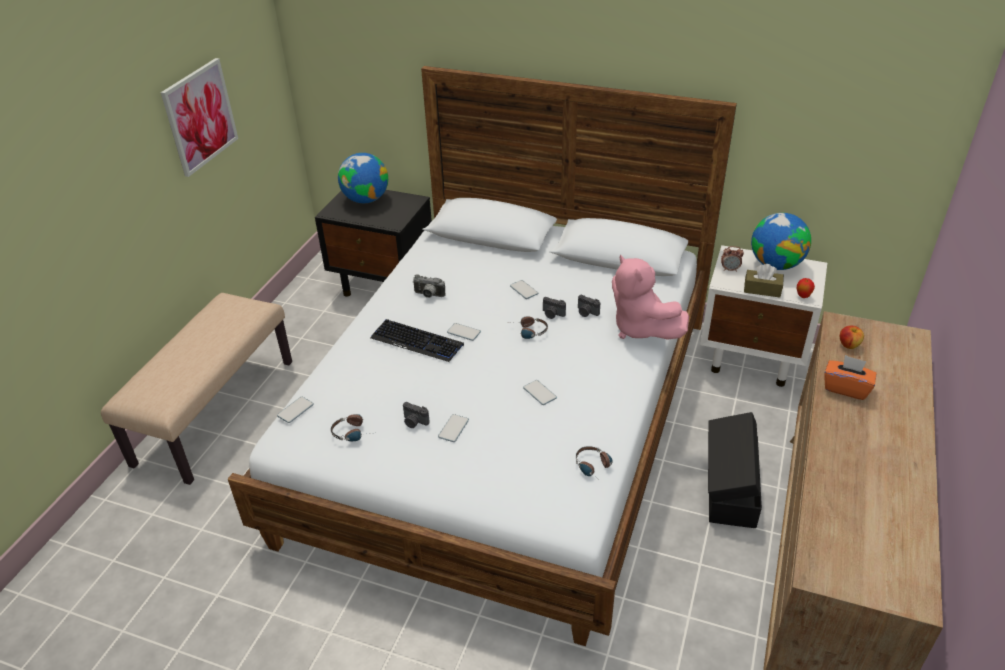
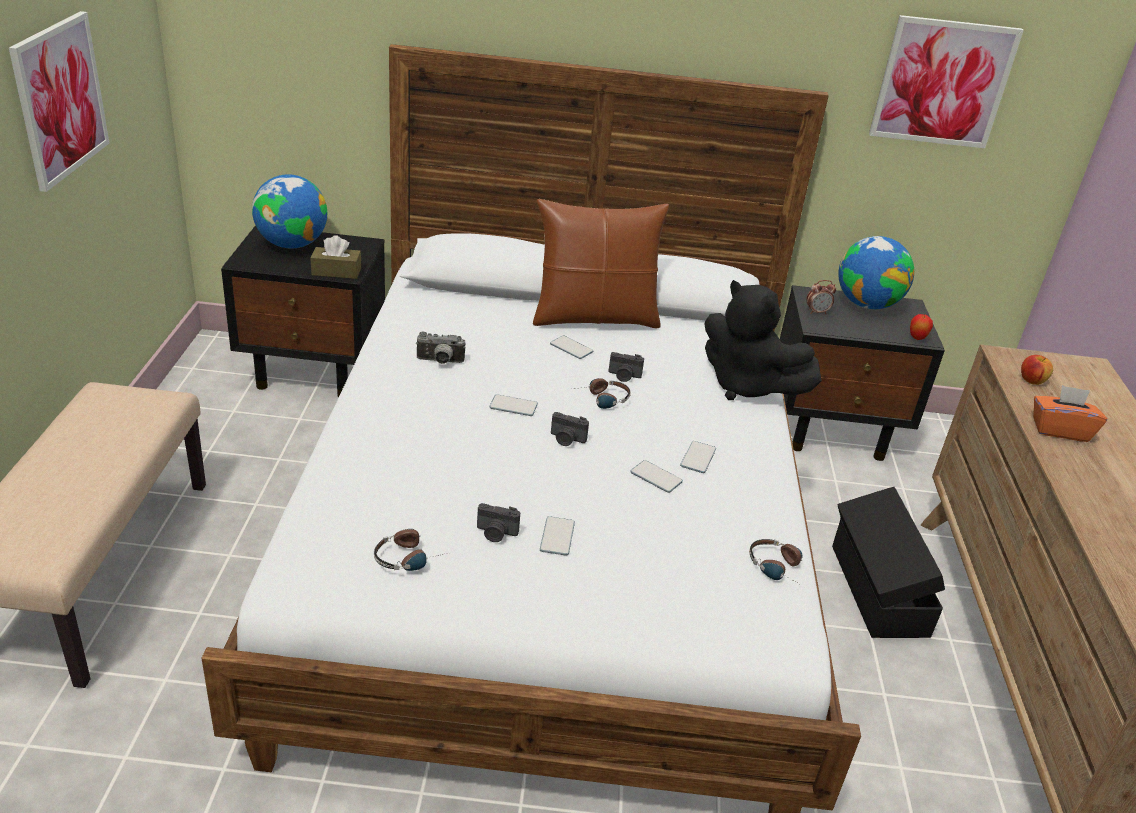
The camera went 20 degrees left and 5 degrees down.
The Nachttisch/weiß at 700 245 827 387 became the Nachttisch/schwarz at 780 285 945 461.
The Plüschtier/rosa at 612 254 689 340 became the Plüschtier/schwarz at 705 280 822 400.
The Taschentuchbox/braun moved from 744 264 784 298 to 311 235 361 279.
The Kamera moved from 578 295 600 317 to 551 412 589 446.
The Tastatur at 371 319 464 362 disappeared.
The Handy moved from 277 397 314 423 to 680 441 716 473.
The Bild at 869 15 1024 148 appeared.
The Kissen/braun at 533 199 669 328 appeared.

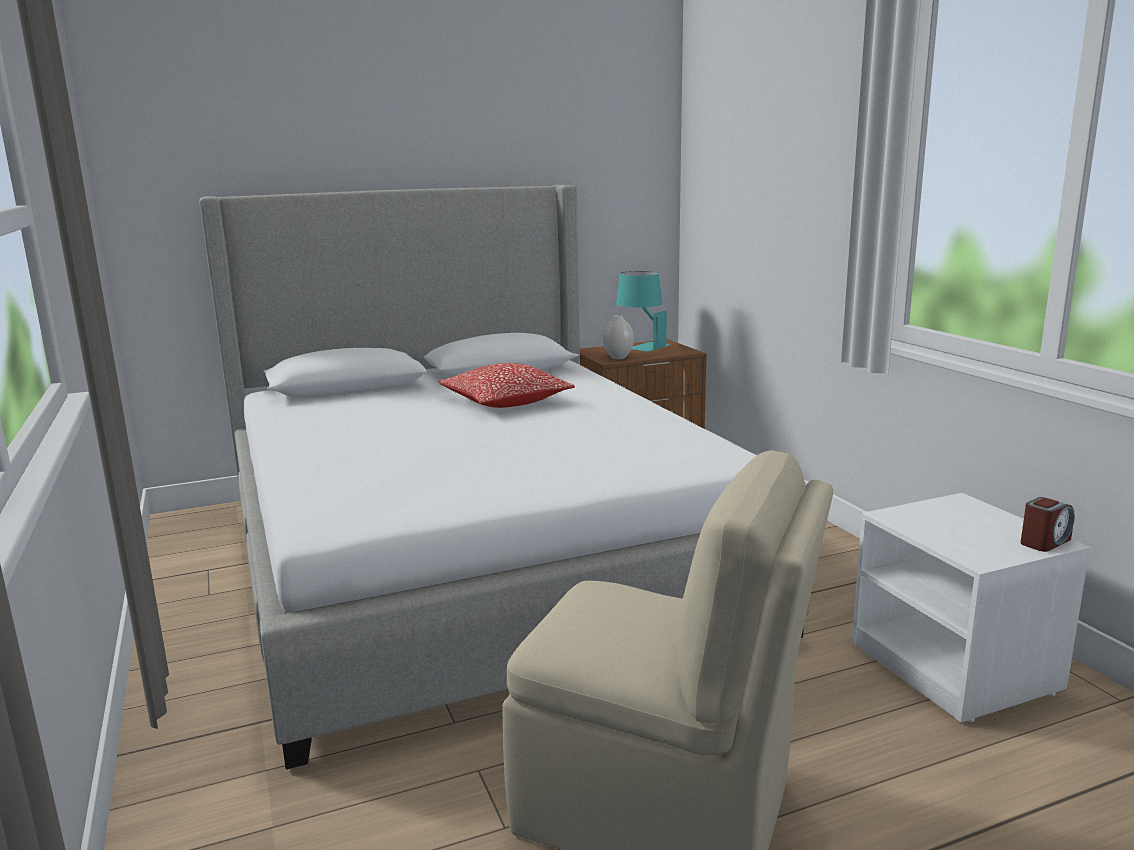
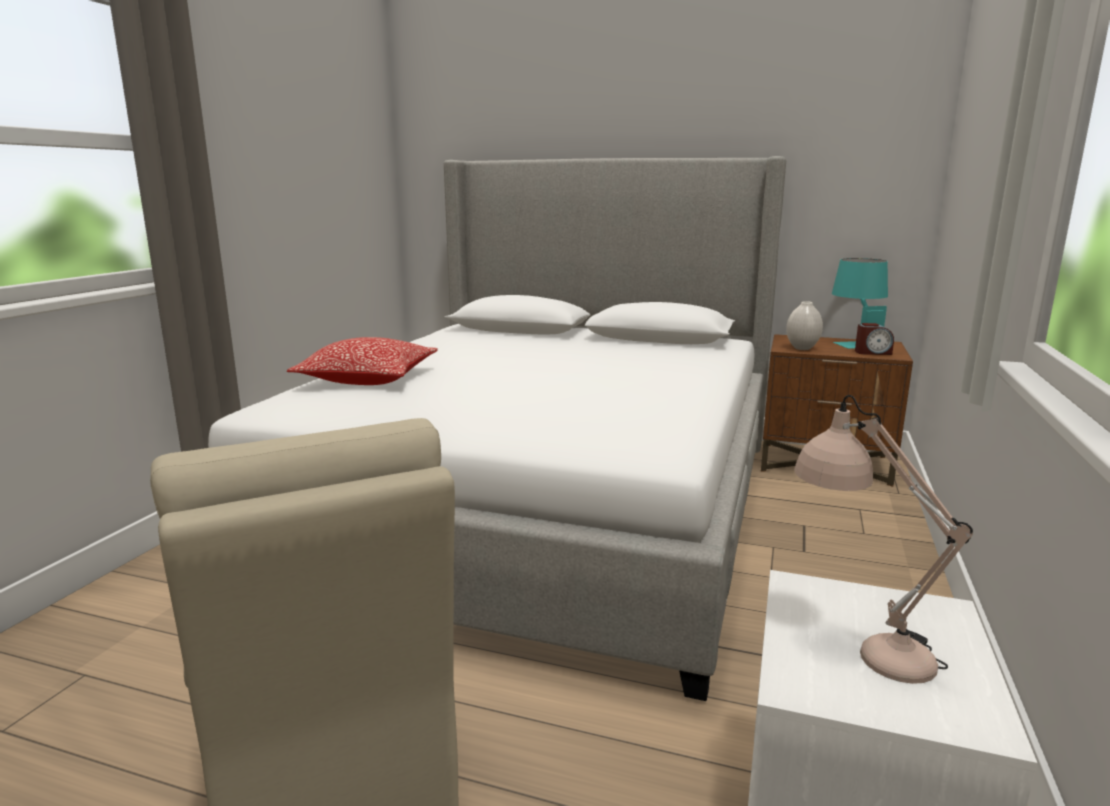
The camera went 40 degrees right and 0 degrees up.
The Kissen moved from 438 363 575 408 to 287 337 438 385.
The Wecker moved from 1021 497 1075 552 to 855 323 894 355.
The Tischlampe/beige at 794 395 973 684 appeared.

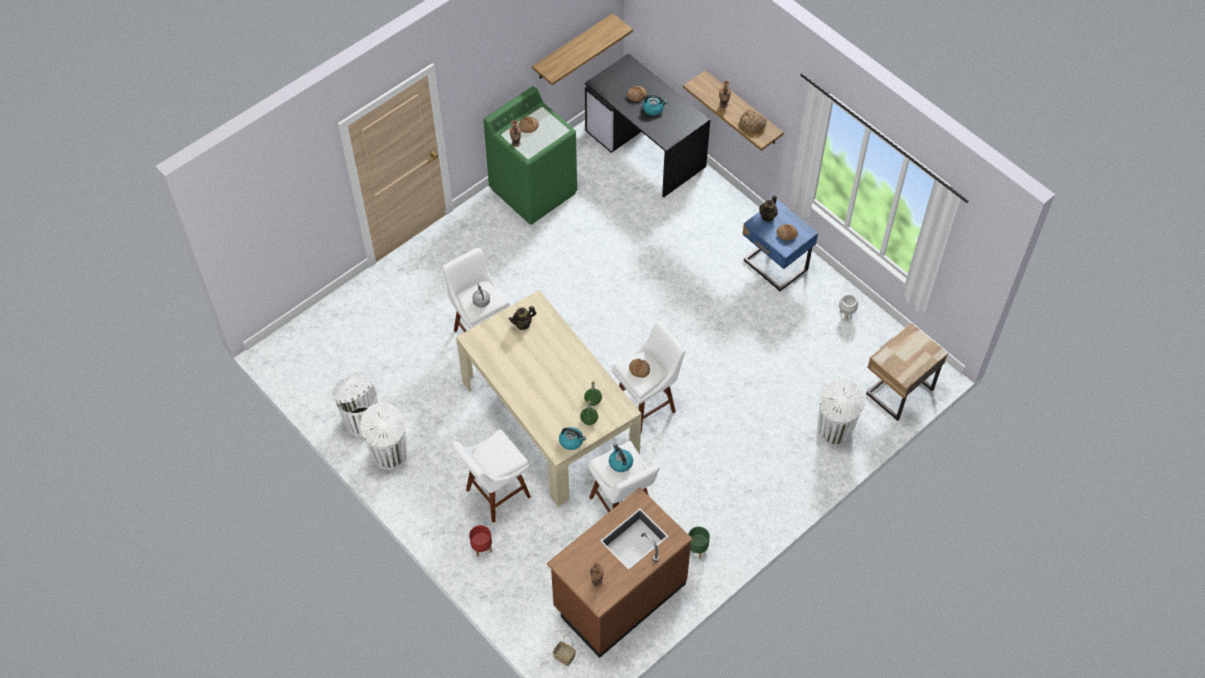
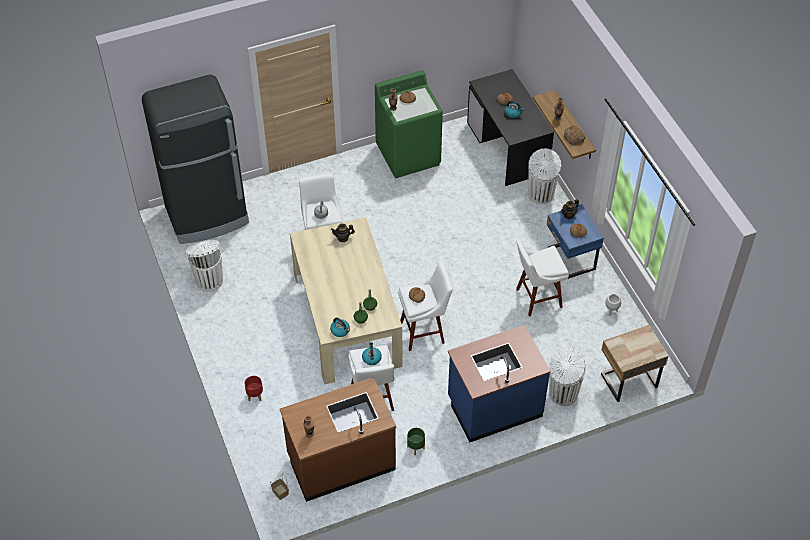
The camera went 20 degrees right and 5 degrees down.
The Wandregal at 532 13 633 85 disappeared.
The Mülleimer/weiß moved from 360 403 407 470 to 528 148 561 204.
The Hocker/weiß moved from 452 429 531 523 to 516 239 569 316.
The Kühlschrank/schwarz at 142 75 249 244 appeared.
The Küchenzeile/blau at 448 325 551 443 appeared.

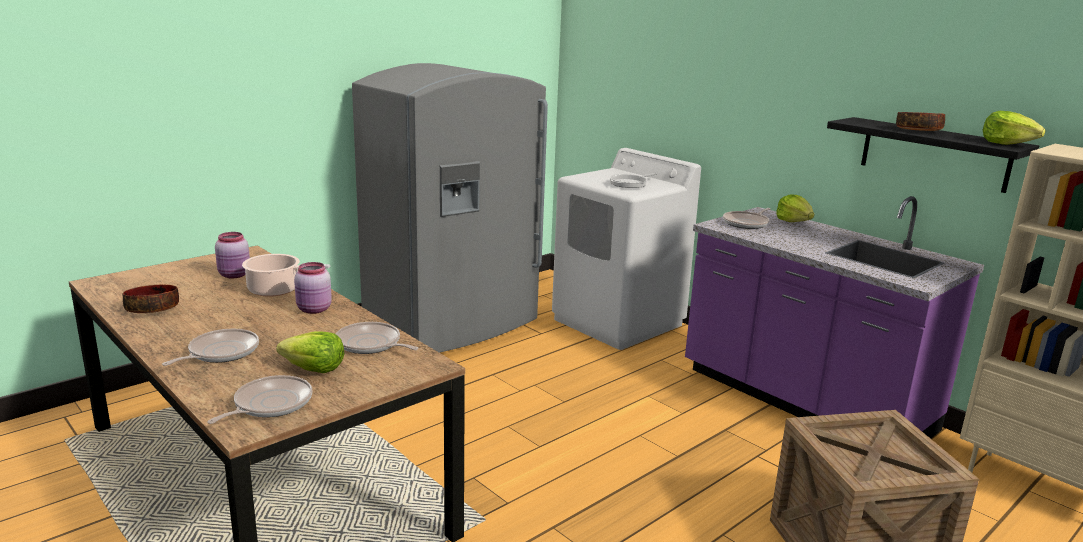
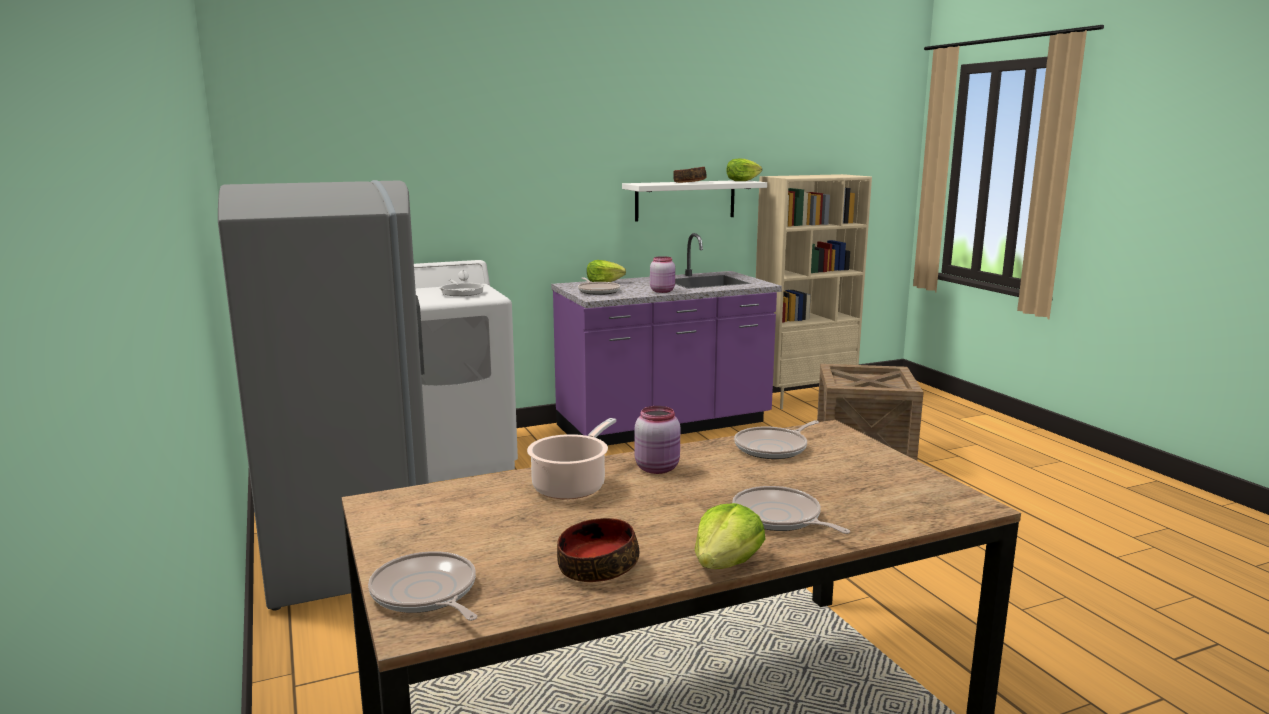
The camera went 70 degrees left and 5 degrees down.
The Wandregal/schwarz at 827 117 1039 193 became the Wandregal/weiß at 622 180 767 222.
The Vorratsglas/rosa moved from 215 232 250 278 to 650 256 675 293.
The Salatkopf moved from 276 331 345 373 to 695 503 766 569.
The Pfanne moved from 207 375 312 424 to 368 551 477 621.

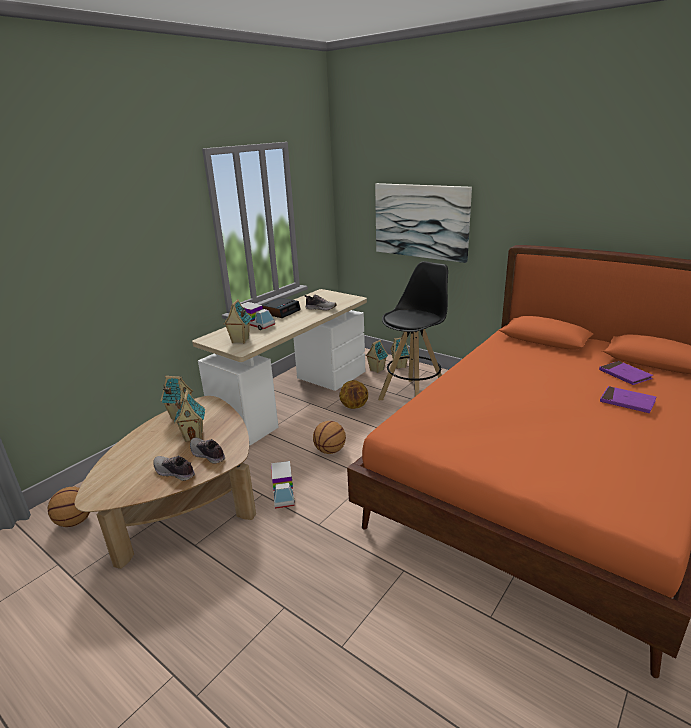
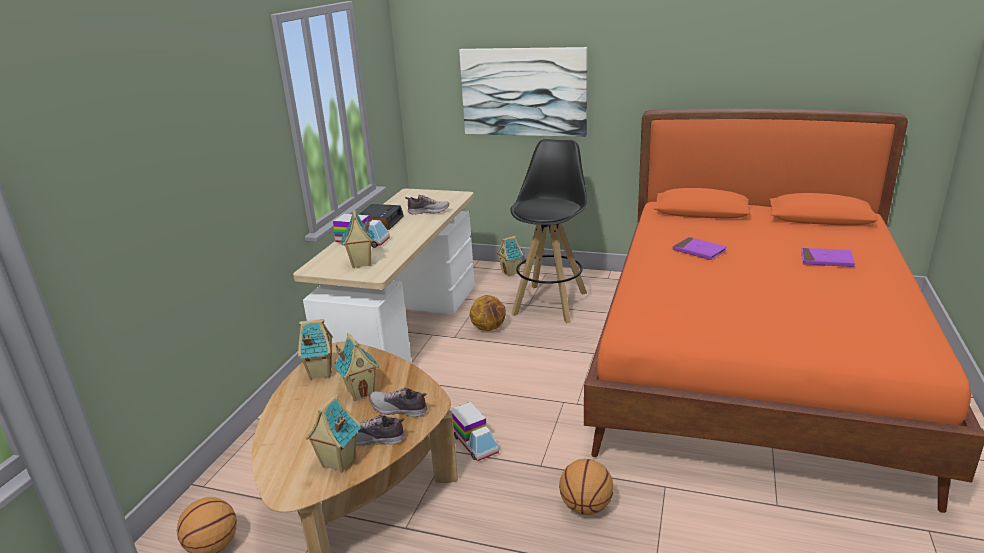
The camera went 20 degrees left and 0 degrees up.
The Spielzeughaus moved from 365 340 388 373 to 305 394 361 473.
The Buch/lila moved from 599 361 653 385 to 673 237 727 260.
The Basketball moved from 313 421 346 454 to 559 459 614 515.

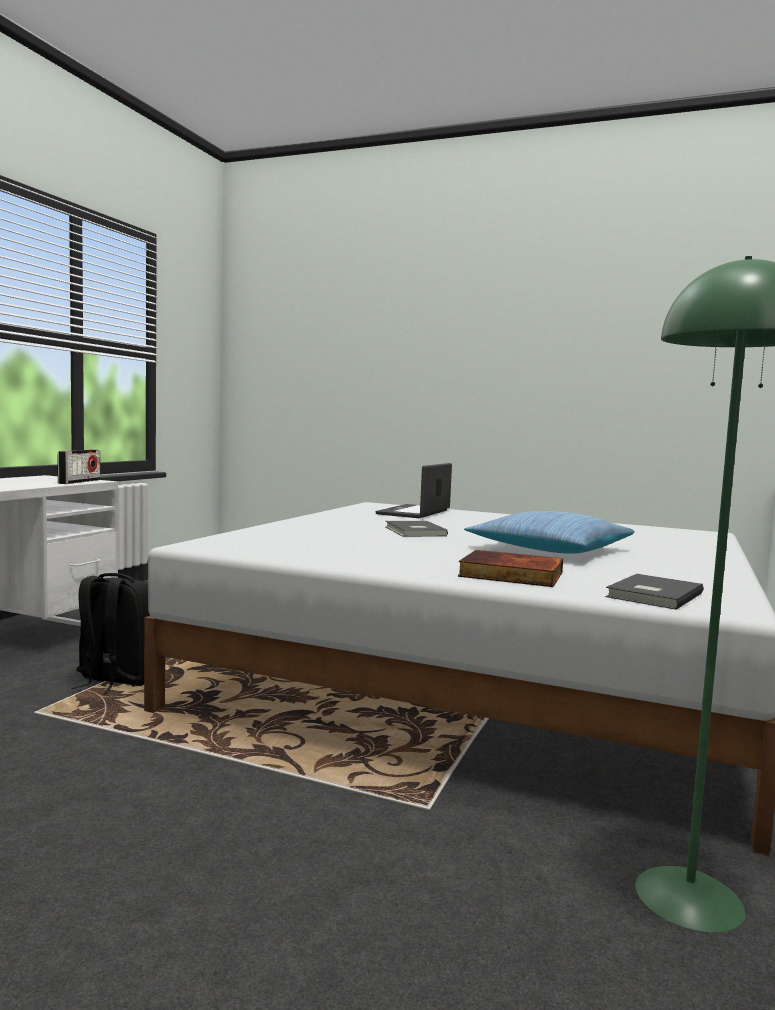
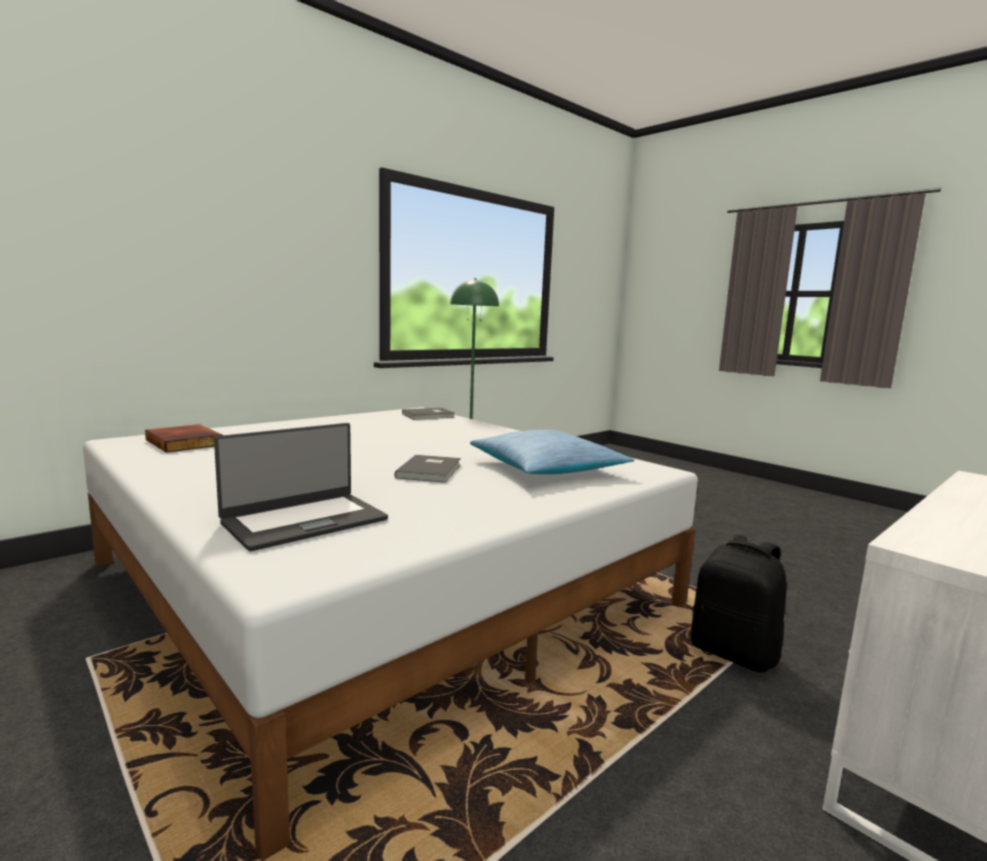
The camera went 155 degrees left and 5 degrees up.
The Radio at 57 449 100 484 disappeared.
The Kissen moved from 464 511 635 554 to 470 430 634 474.
The Buch moved from 458 550 563 587 to 145 424 222 453.

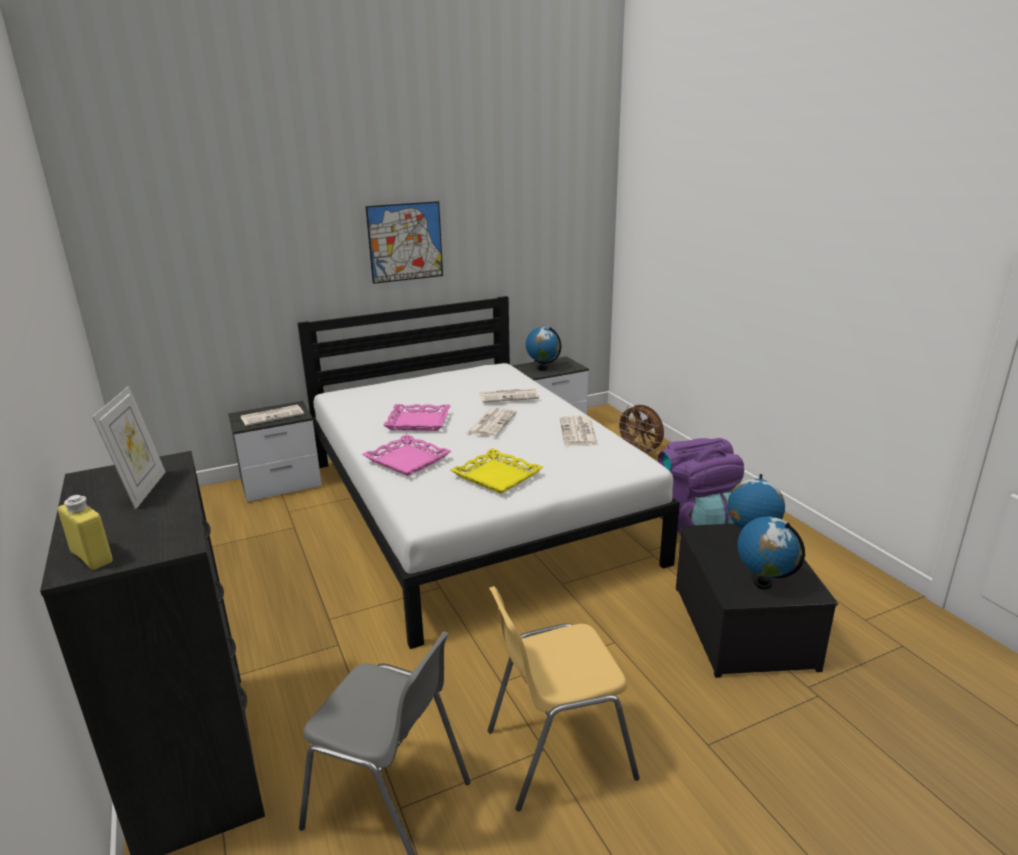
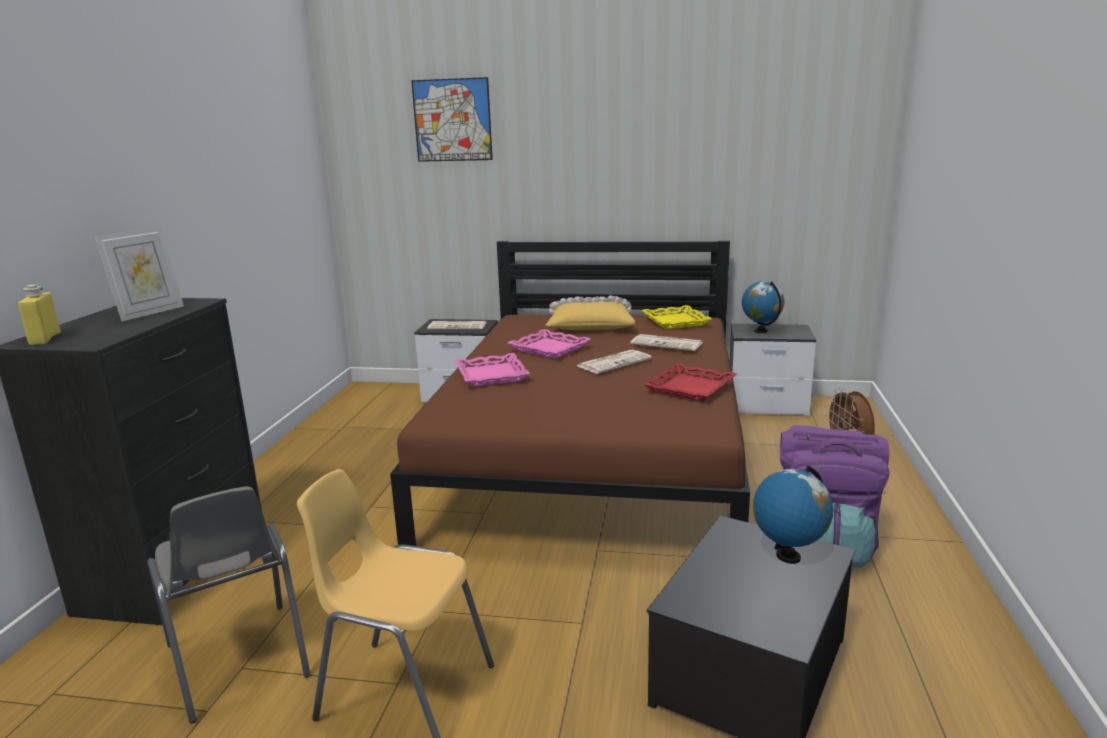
The camera went 35 degrees right and 5 degrees down.
The Bild moved from 365 201 443 284 to 411 77 493 162.
The Bett/weiß at 297 296 680 649 became the Bett/braun at 390 241 750 546.
The Zeitung at 560 416 598 446 was replaced by the Tablett/rot at 643 363 737 402.
The Tablett/gelb moved from 451 448 543 494 to 641 305 712 329.
The Globus at 737 517 805 589 disappeared.
The Kissen/gelb at 546 295 635 330 appeared.

